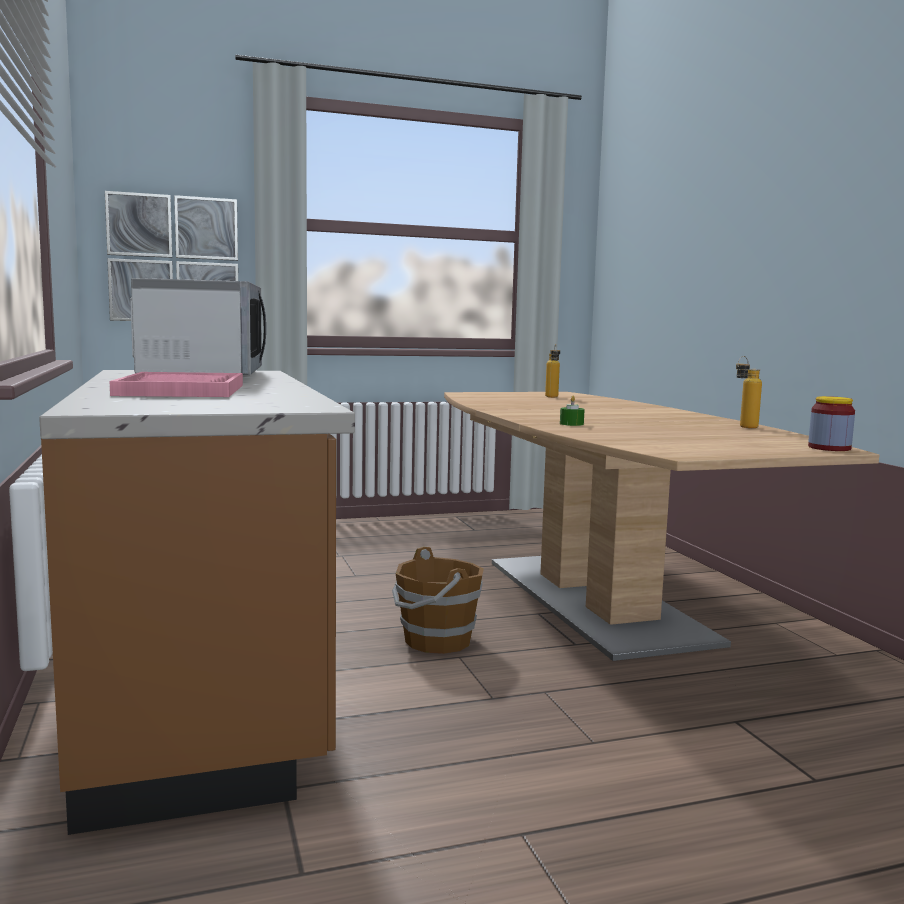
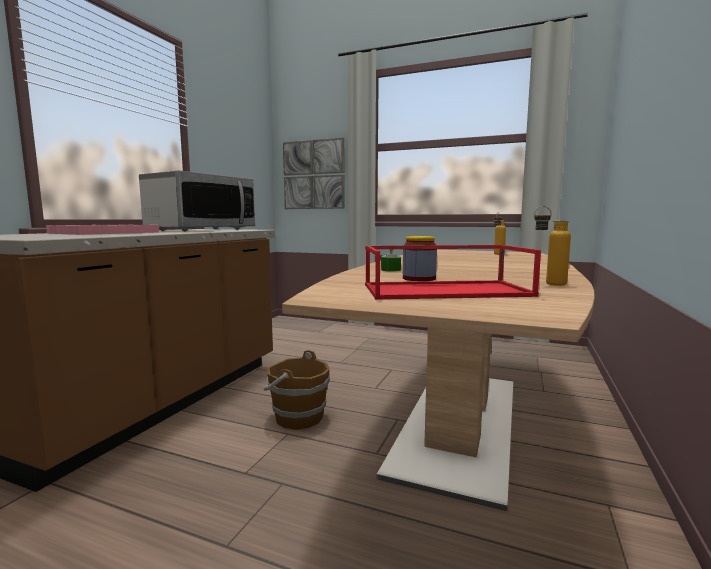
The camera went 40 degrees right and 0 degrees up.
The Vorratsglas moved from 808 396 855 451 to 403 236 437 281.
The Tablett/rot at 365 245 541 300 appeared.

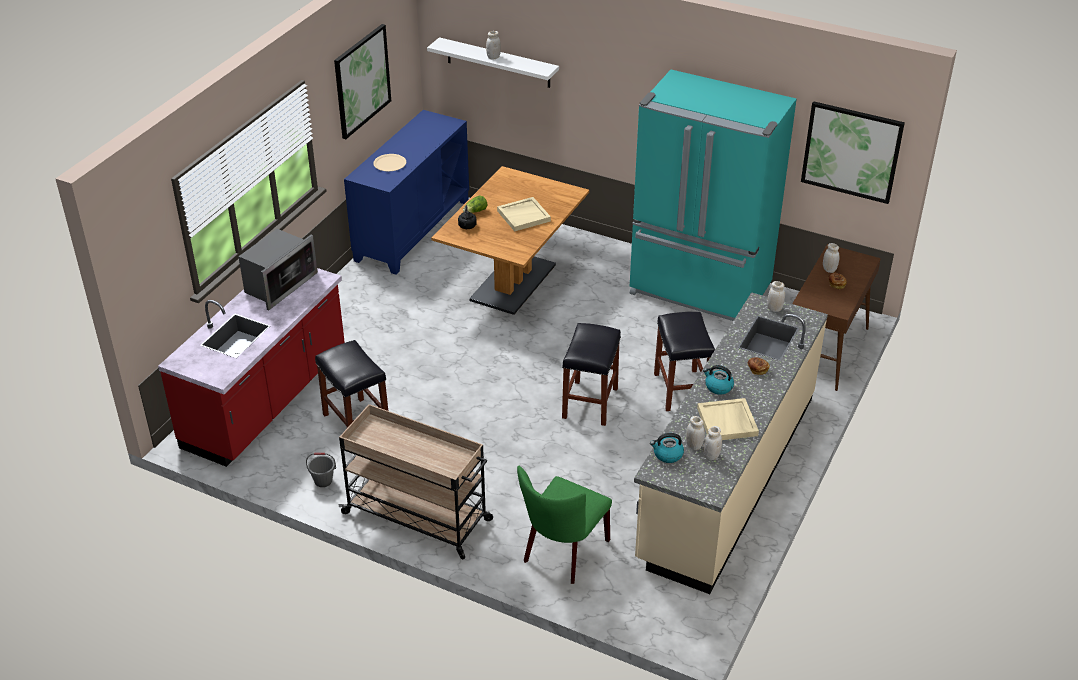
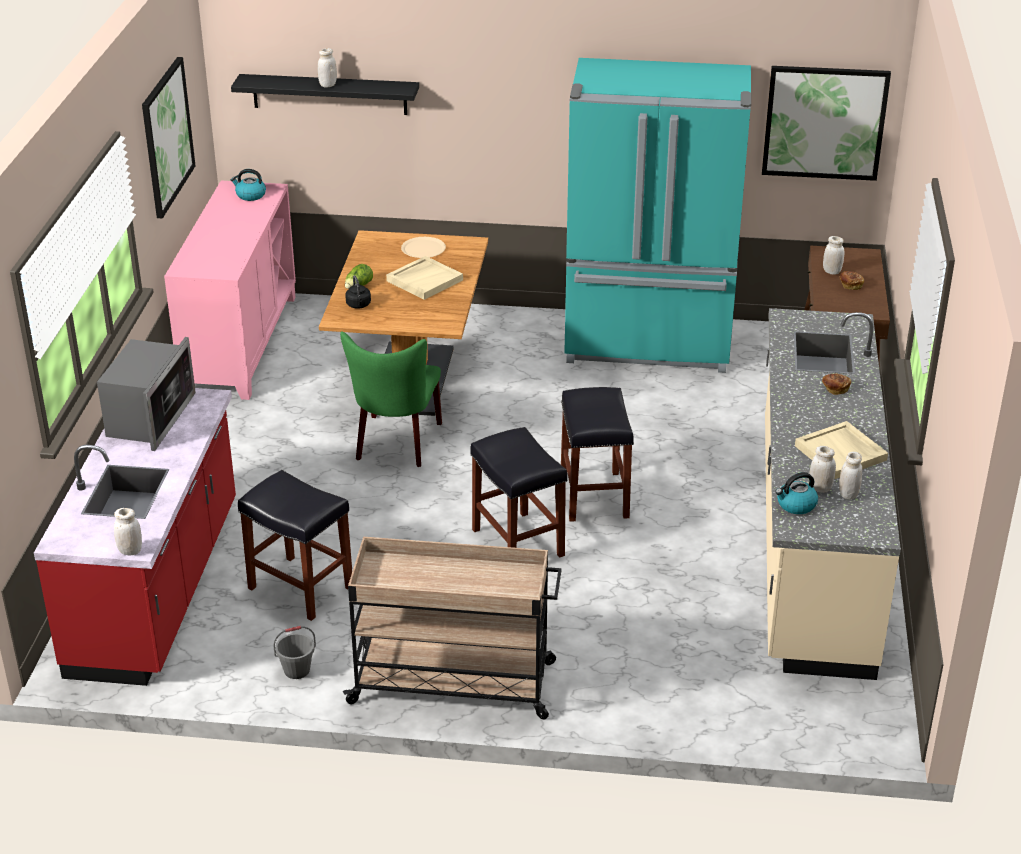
The camera went 20 degrees left and 5 degrees down.
The Wandregal/weiß at 427 37 559 88 became the Wandregal/schwarz at 231 74 419 115.
The Schrank/blau at 344 110 469 275 became the Schrank/rosa at 164 181 296 400.
The Teller/beige moved from 373 154 406 171 to 401 237 446 258.
The Vorratsglas/weiß moved from 767 281 785 312 to 114 508 142 556.
The Hocker/schwarz moved from 654 312 715 411 to 470 427 567 558.
The Wasserkessel moved from 703 365 734 395 to 230 169 266 201.
The Stuhl/grün moved from 517 466 612 584 to 340 331 442 467.

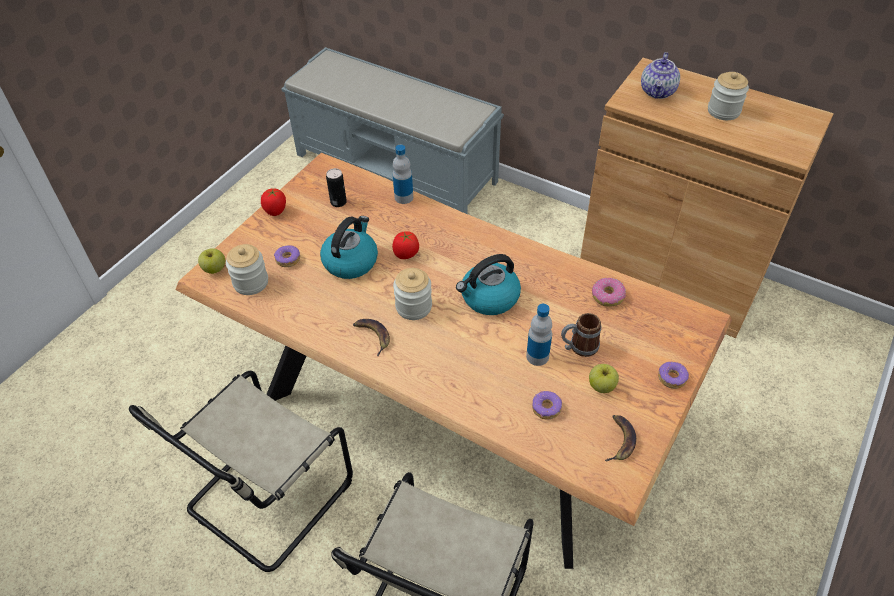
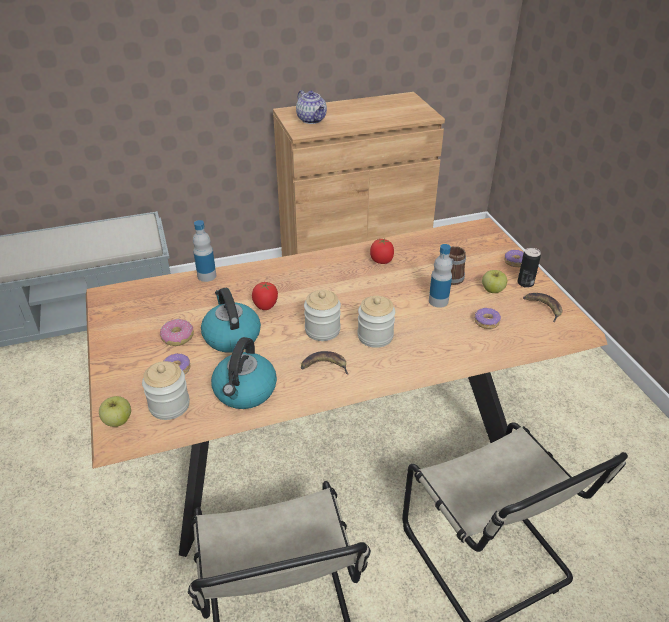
The camera went 50 degrees left and 10 degrees down.
The Vorratsglas moved from 708 72 749 120 to 358 296 395 348.
The Dose moved from 326 168 347 207 to 517 248 541 288.
The Tomate moved from 261 188 286 216 to 370 239 394 264.
The Wasserkessel moved from 456 254 521 315 to 211 337 277 409.
The Donut moved from 592 278 626 307 to 160 319 194 346.

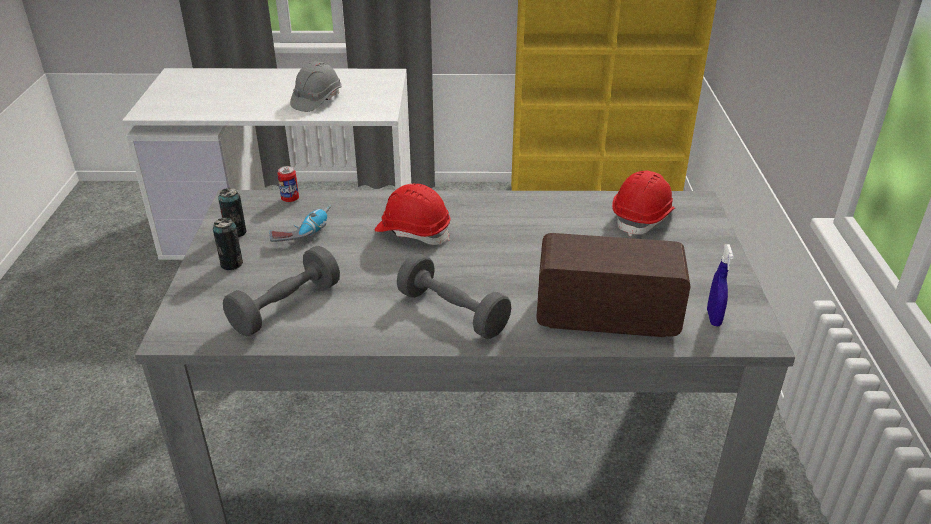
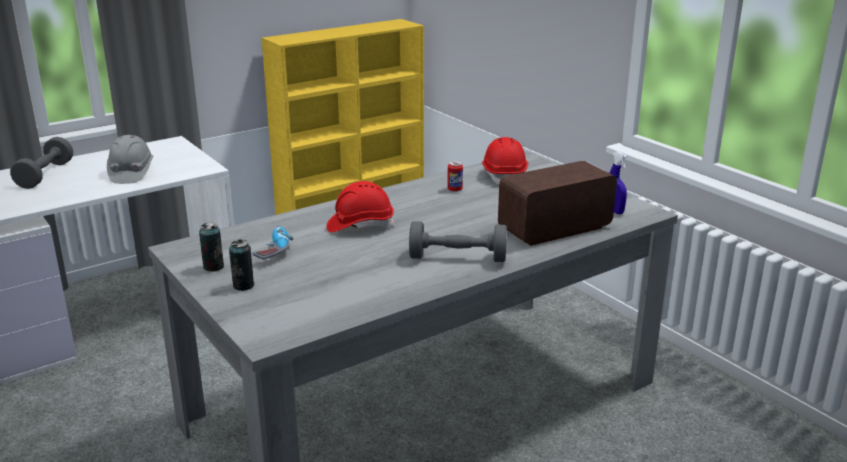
The camera went 35 degrees left and 10 degrees down.
The Dose moved from 277 166 299 202 to 447 161 463 192.
The Hantel/grau moved from 223 246 340 336 to 10 137 73 189.

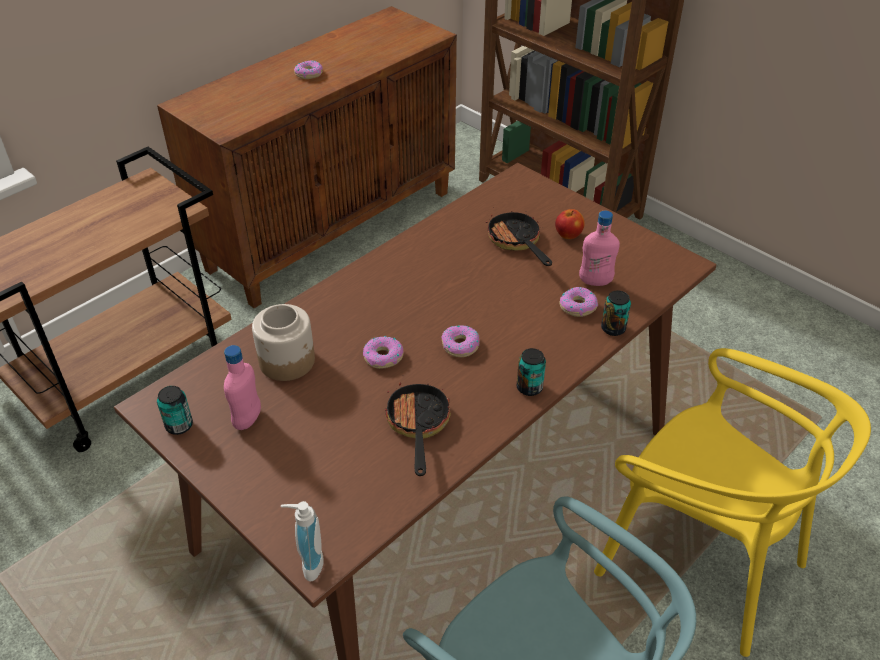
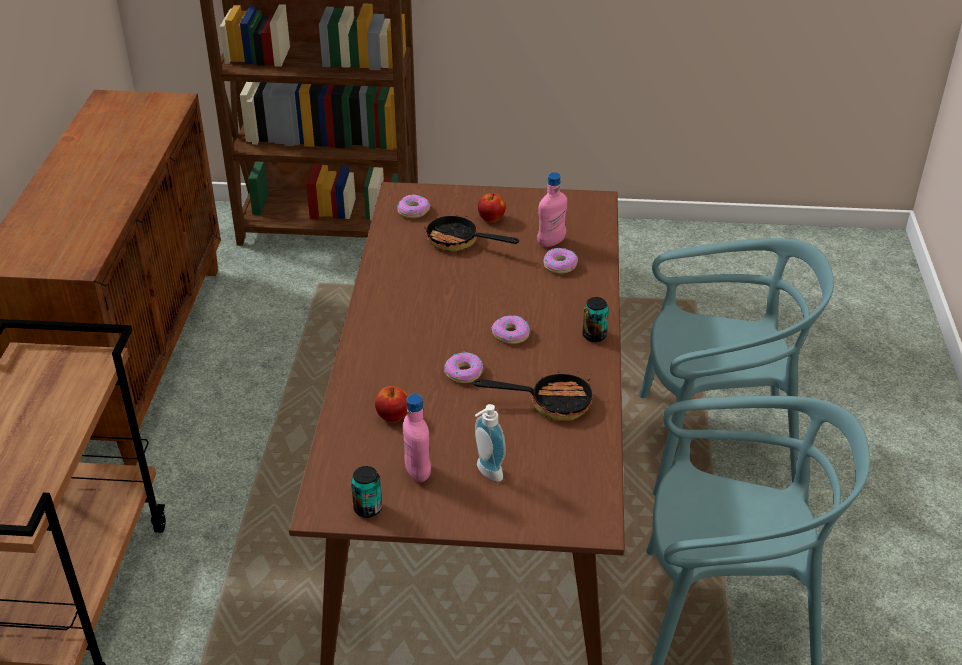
The camera went 40 degrees left and 5 degrees down.
The Donut moved from 294 60 323 79 to 397 195 431 218.
The Dose at 601 290 631 336 disappeared.
The Vorratsglas at 252 304 315 381 was replaced by the Apfel at 375 386 408 422.
The Stuhl/gelb at 594 348 871 657 became the Stuhl/türkis at 639 238 834 496.
The Pfanne at 385 383 451 476 turned 135 degrees clockwise.
The Seifenspender moved from 281 501 324 582 to 475 404 506 482.

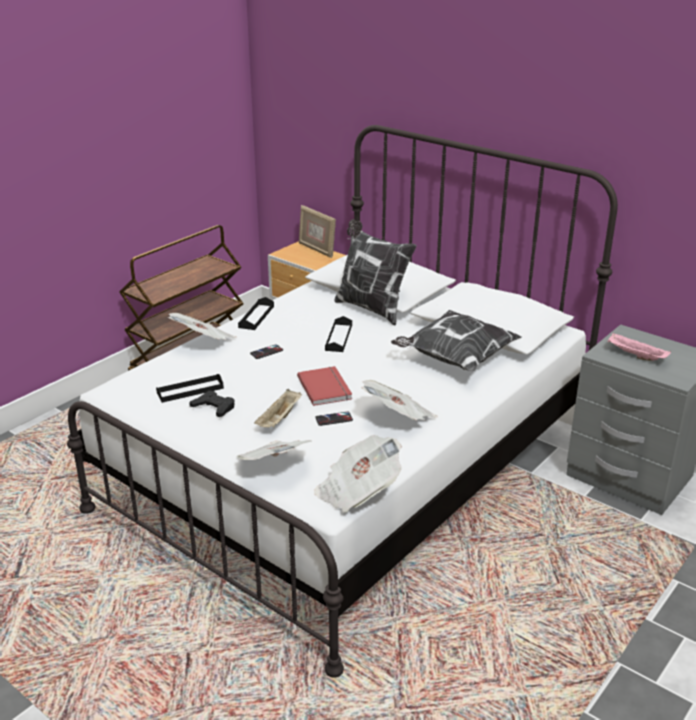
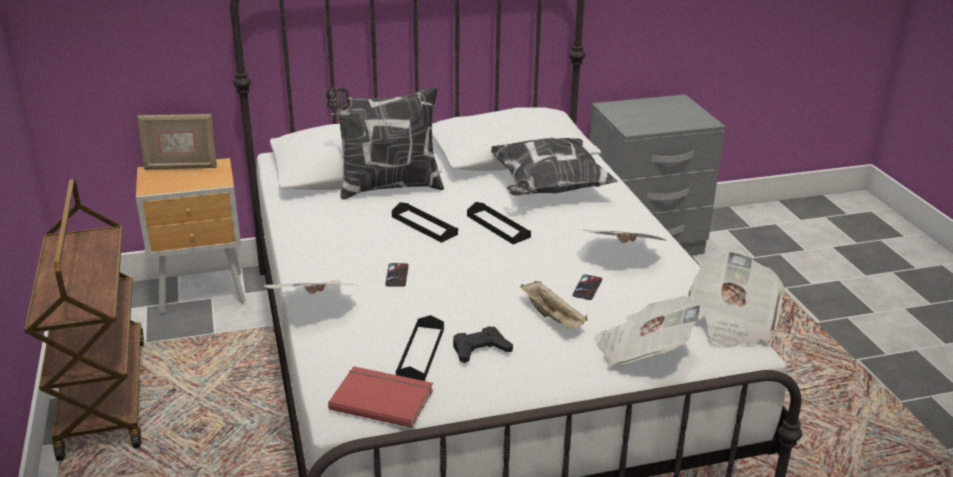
The camera went 55 degrees left and 0 degrees up.
The Tablett/schwarz moved from 238 297 274 330 to 467 202 531 244.
The Tablett/rosa at 607 333 671 361 disappeared.
The Buch/rot moved from 297 366 352 406 to 328 366 433 428.

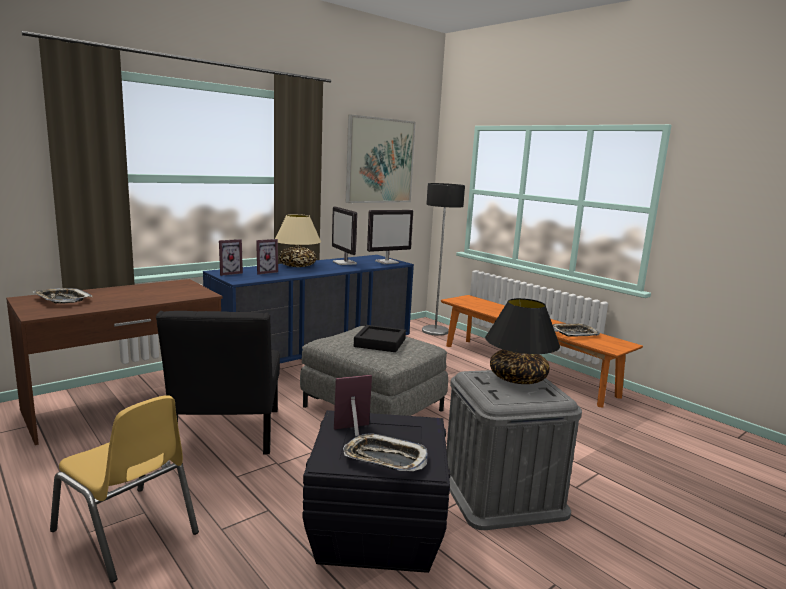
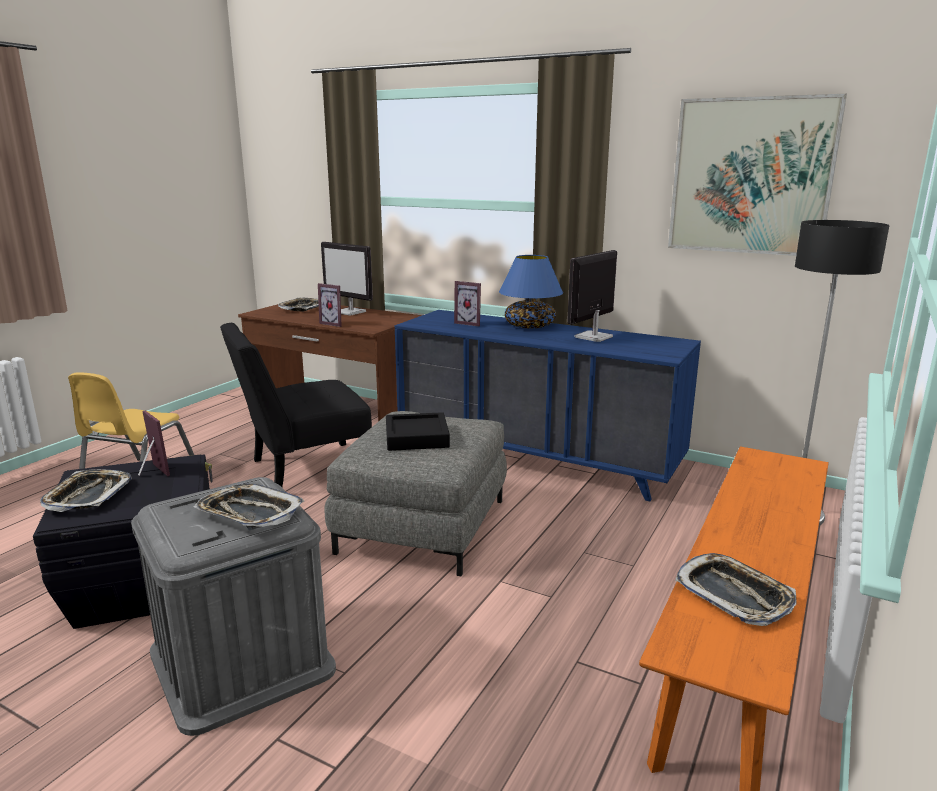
The camera went 70 degrees right and 5 degrees up.
The Monitor moved from 367 210 413 264 to 321 242 373 315.
The Tischlampe/beige at 275 214 321 267 became the Tischlampe/blau at 499 255 563 328.
The Bilderrahmen moved from 219 239 243 276 to 318 283 342 327.
The Tischlampe/schwarz at 485 298 560 384 was replaced by the Tablett at 194 484 304 527.

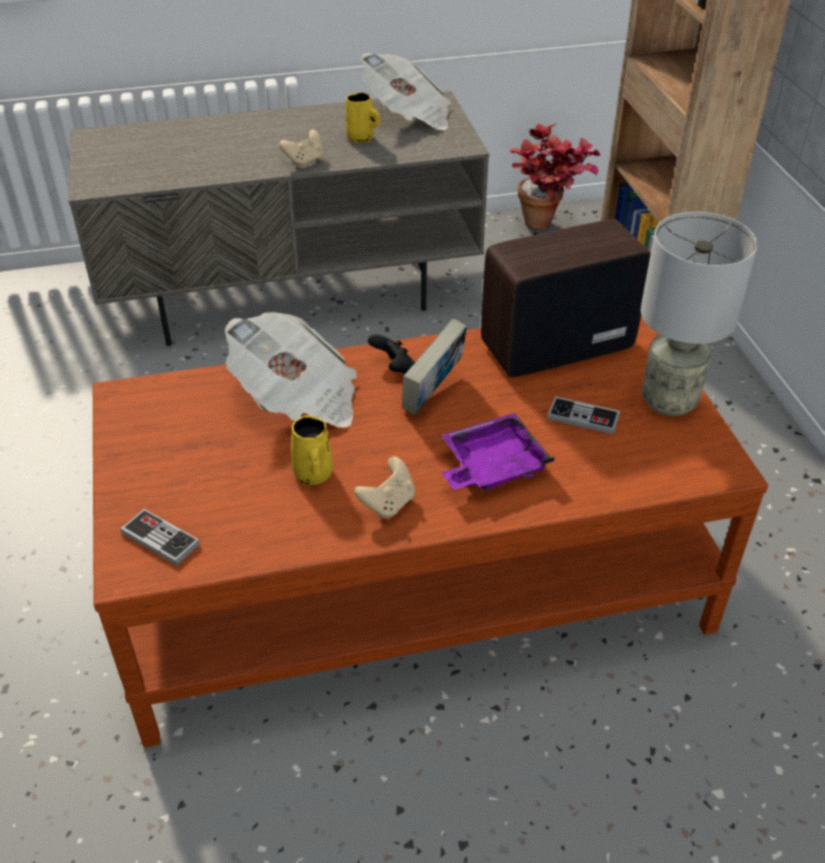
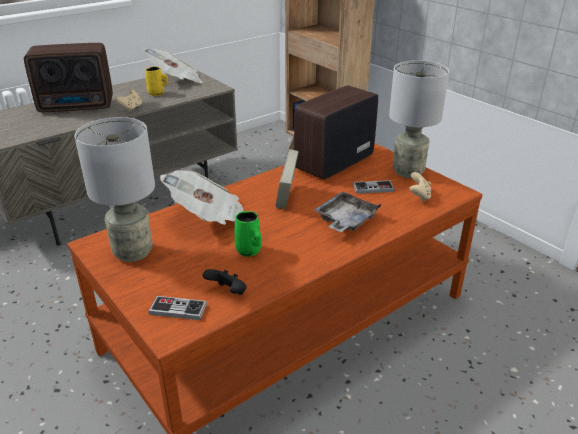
The camera went 25 degrees left and 10 degrees down.
The Topfpflanze at 510 123 601 230 disappeared.
The Gamepad/schwarz moved from 368 334 415 375 to 203 269 247 295.
The Tablett/lila at 441 413 555 491 became the Tablett/grau at 314 191 382 232.
The Henkelbecher/gelb at 291 415 333 485 became the Henkelbecher/grün at 235 211 262 257.
The Gamepad/beige moved from 354 456 415 519 to 409 172 431 202.
The Radio at 24 43 113 112 appeared.
The Tischlampe/grau at 75 117 155 262 appeared.

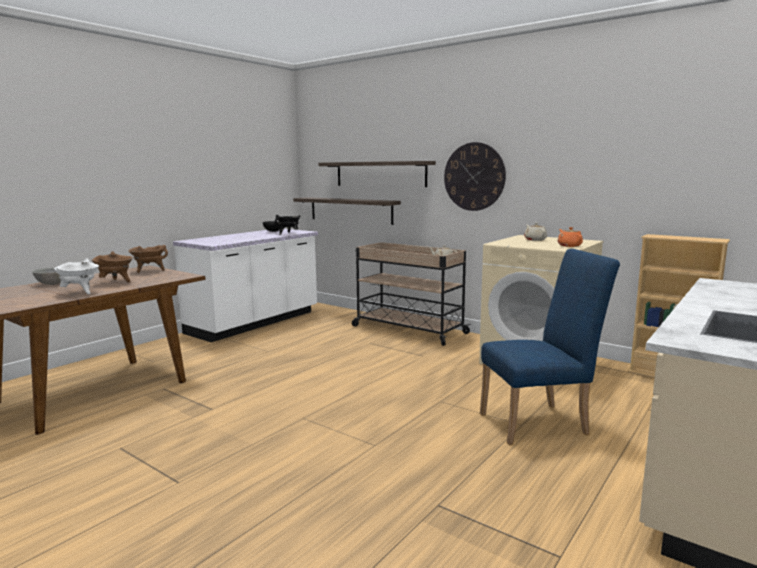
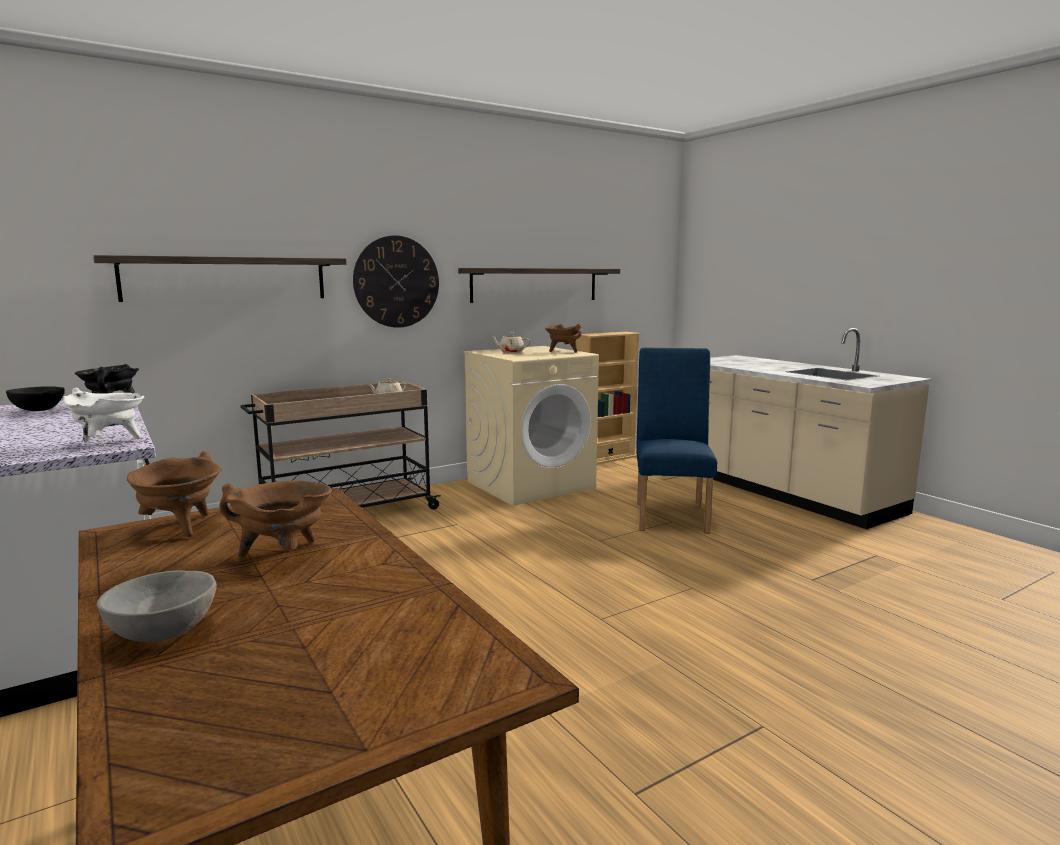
The camera went 70 degrees left and 0 degrees up.
The Wandregal moved from 293 197 401 225 to 458 268 620 303.
The Teekanne/orange at 558 227 583 247 was replaced by the Kochtopf/braun at 545 324 582 353.
The Kochtopf/weiß moved from 54 259 99 294 to 63 388 144 442.

